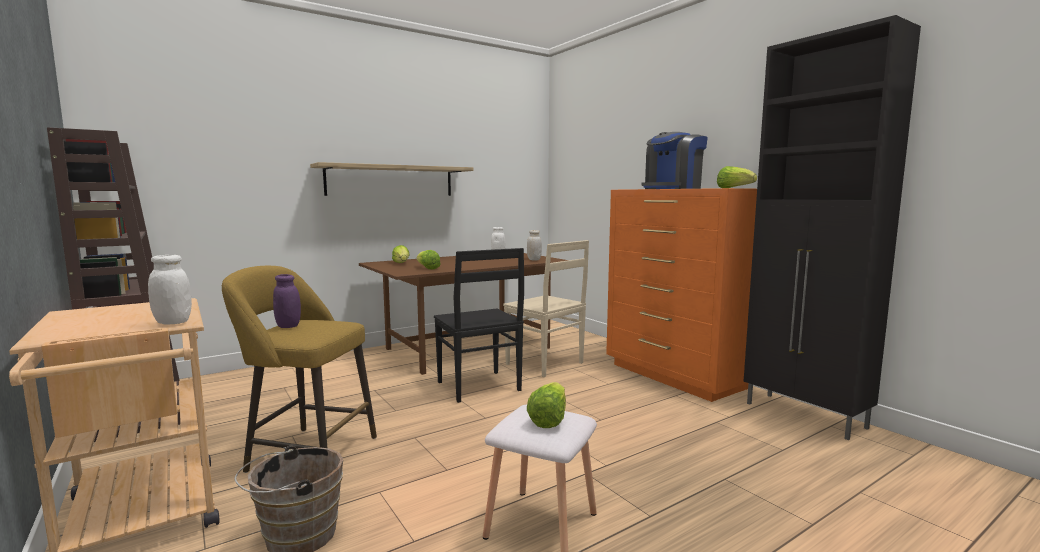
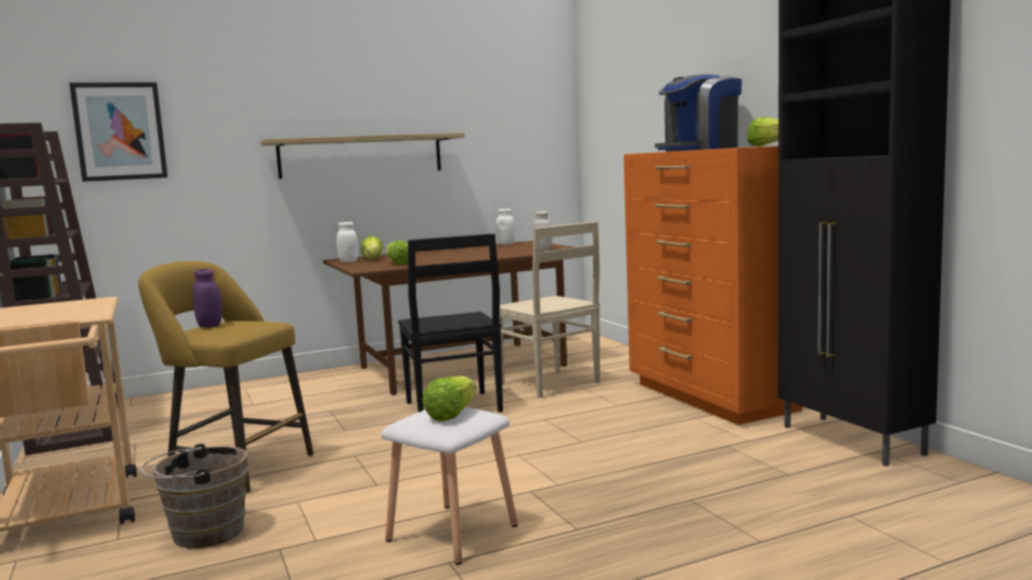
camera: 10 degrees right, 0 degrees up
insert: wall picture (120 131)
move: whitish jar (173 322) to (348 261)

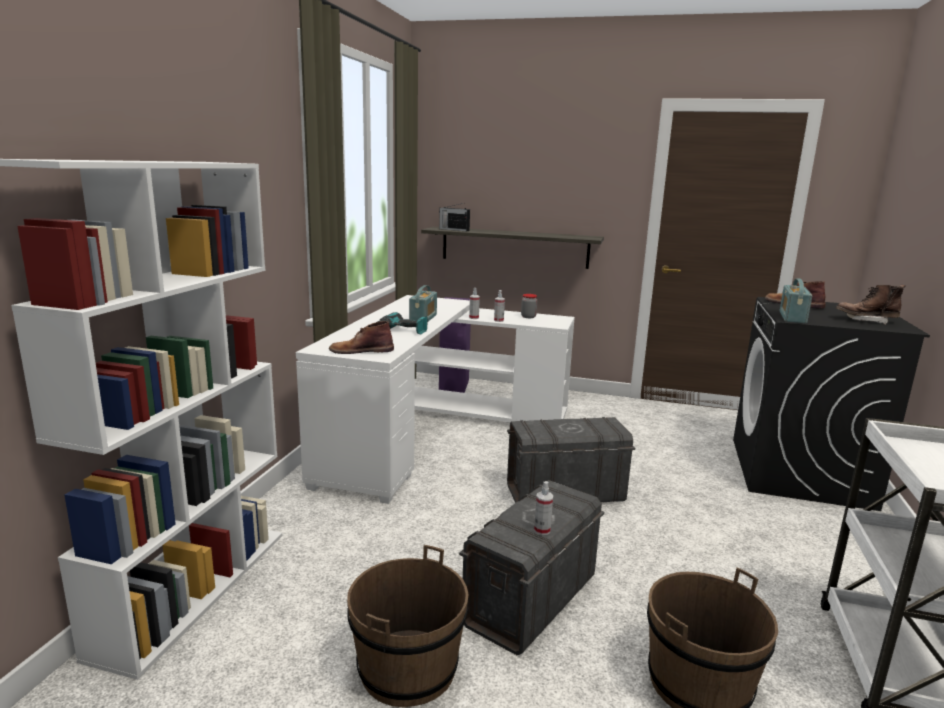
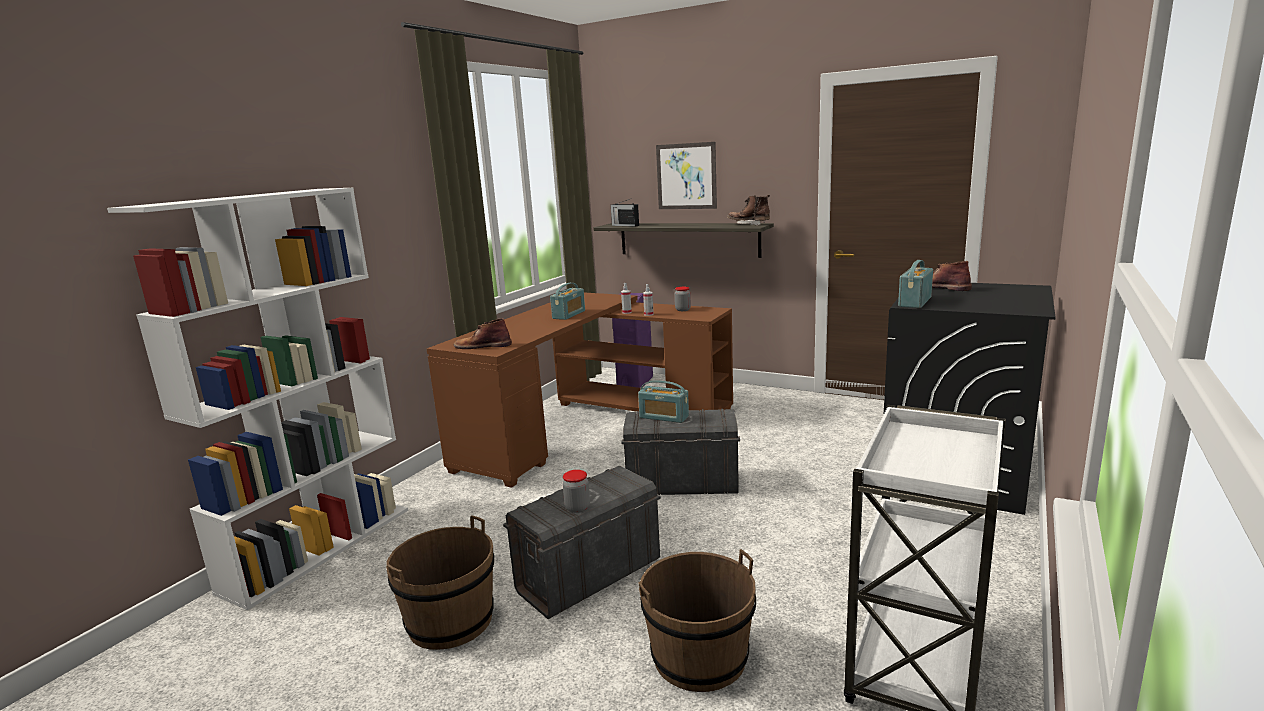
camera: 15 degrees right, 0 degrees up
delete: drill (401 331)
insert: radio set (664 417); wall picture (686 176)
move: brown high-top boot (865 320) to (748 224)
replace: spray bottle (542 530) to jar (577 508)
recolor: whitish desk unit (432 433) to brown desk unit (588 425)

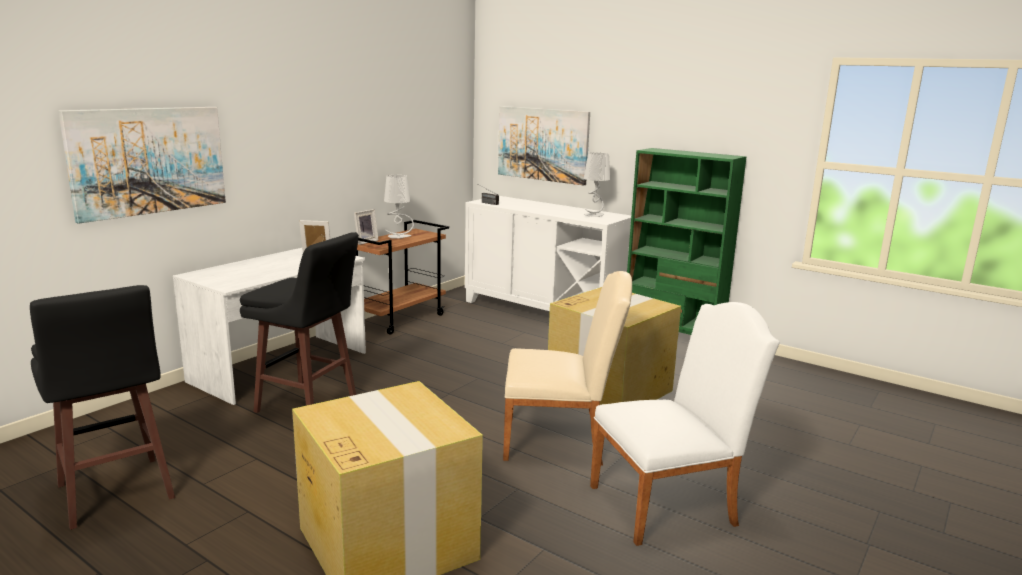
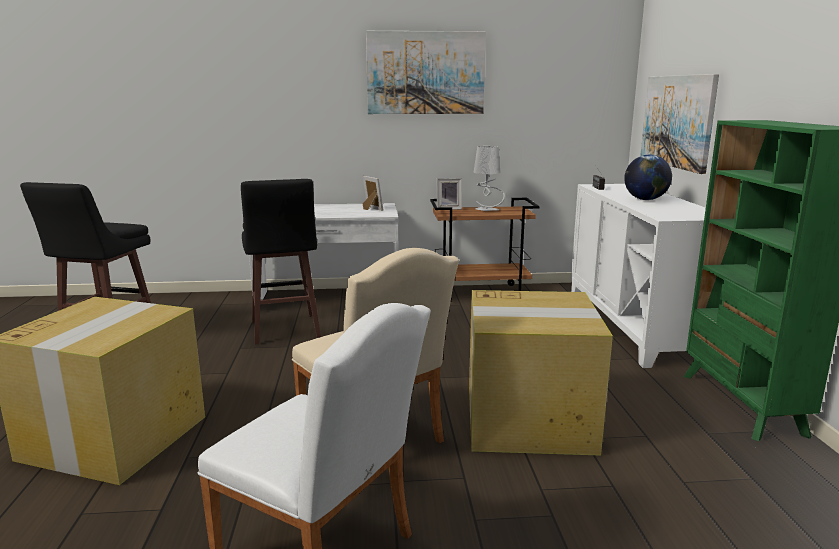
camera: 50 degrees right, 0 degrees up
delete: gray table lamp (594 215)
insert: world globe (645 199)
move: wall picture (148 161) to (425 73)

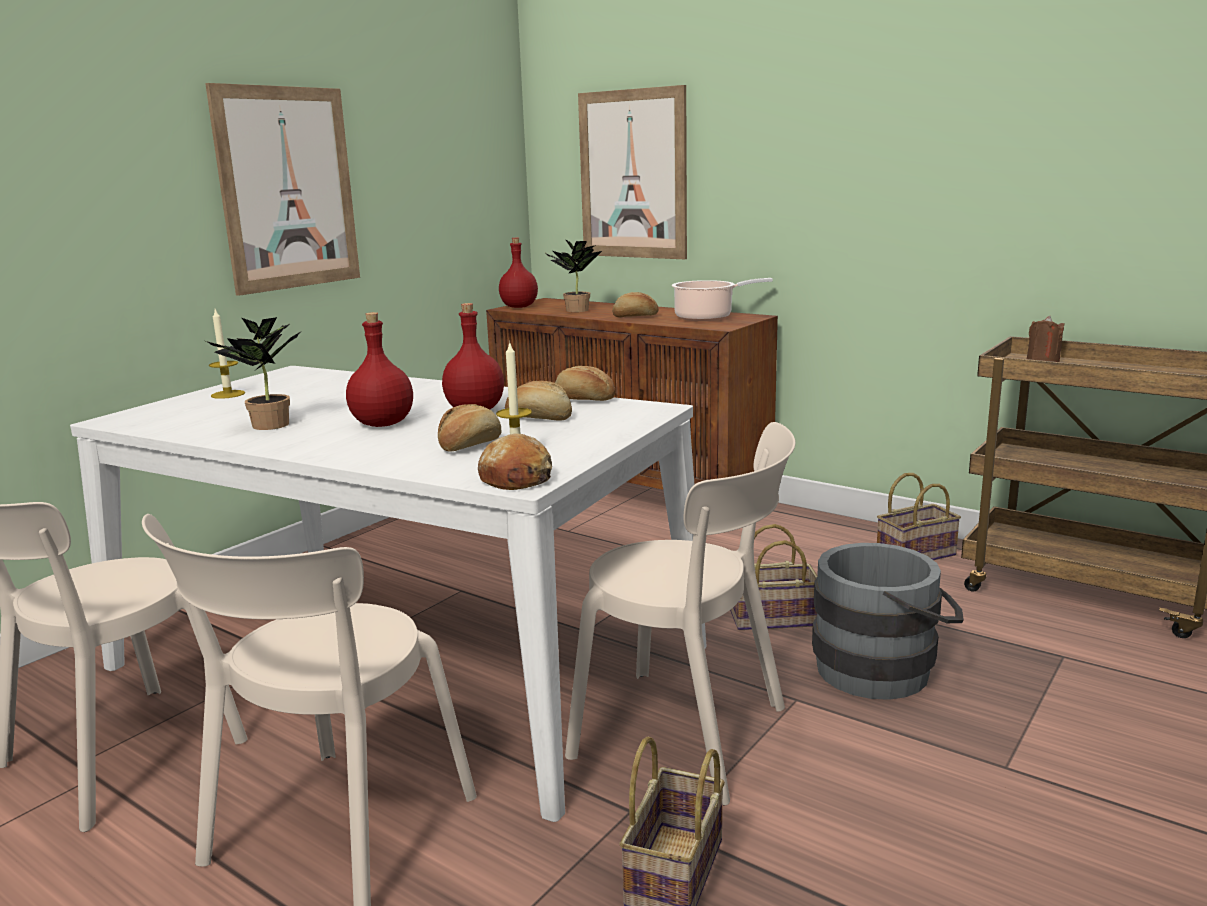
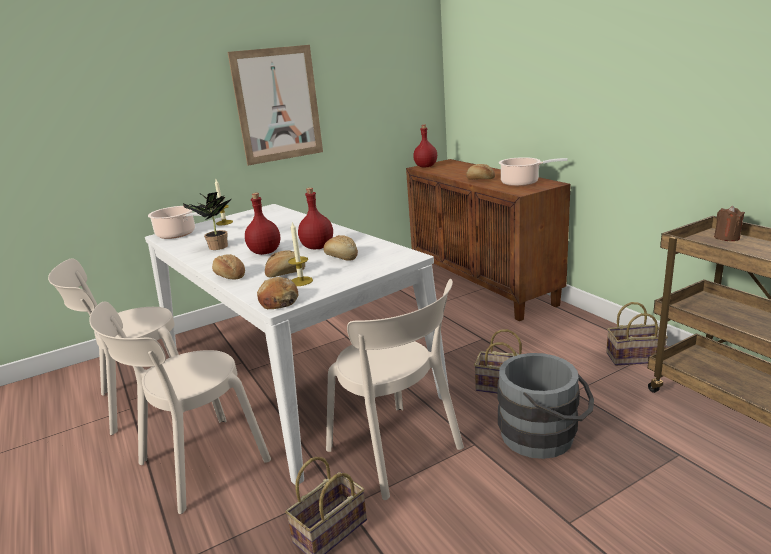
camera: 25 degrees right, 5 degrees up
delete: houseplant (574 310); wall picture (633 175)
insert: cooking pot (178 234)
move: baked bread (584 400) to (230 276)

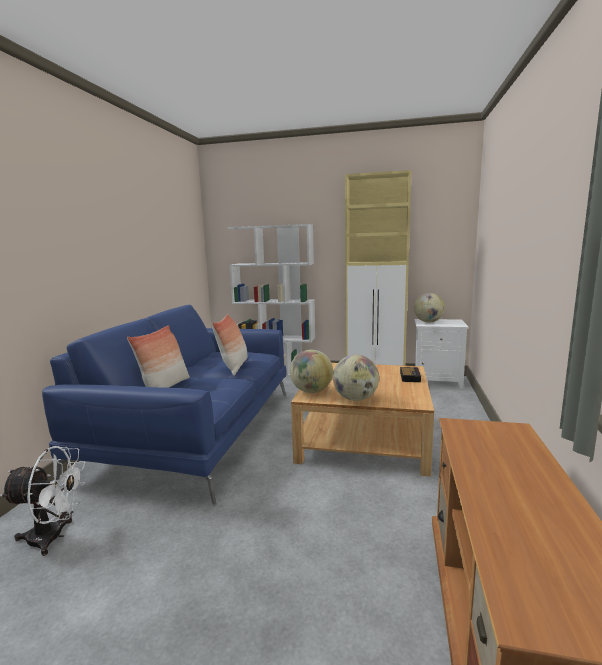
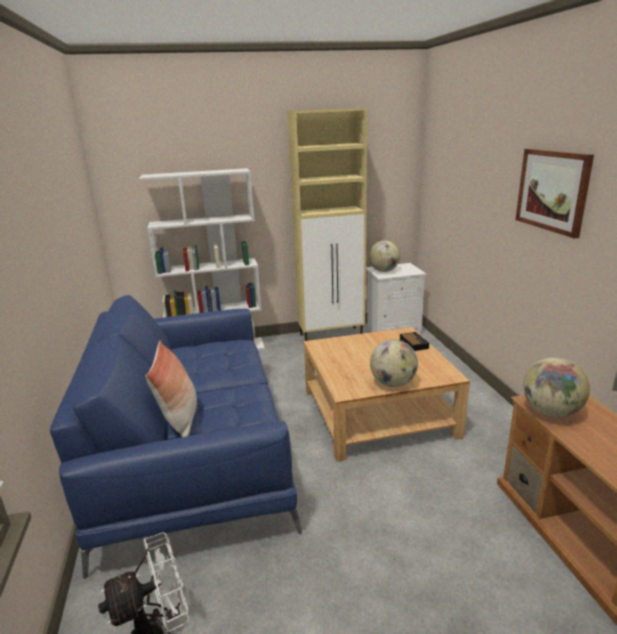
camera: 25 degrees left, 10 degrees up
delete: pillow (234 367)
insert: wall picture (552 190)
move: world globe (311 391) to (550 412)

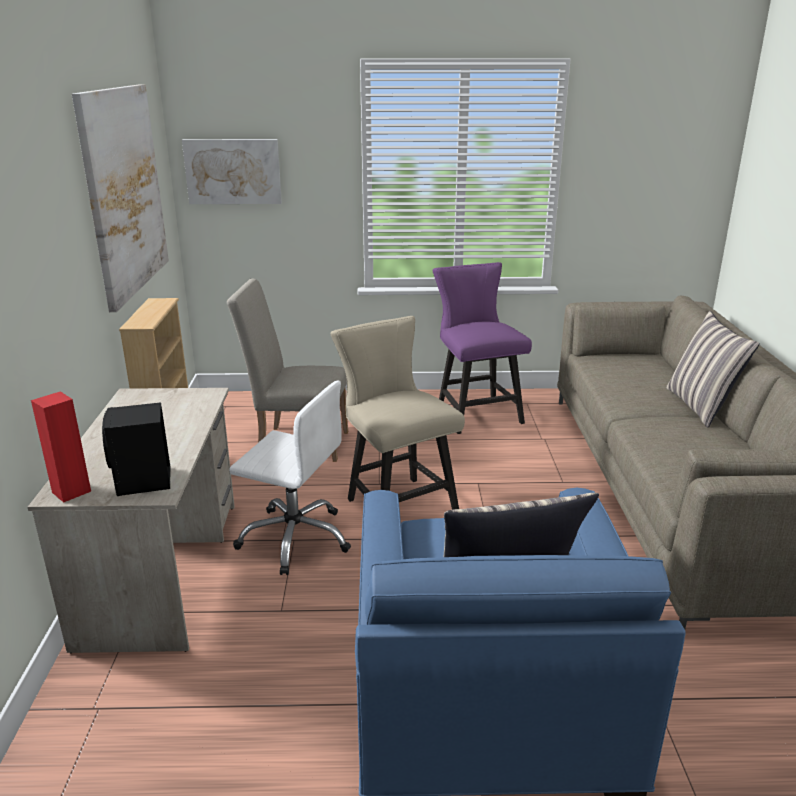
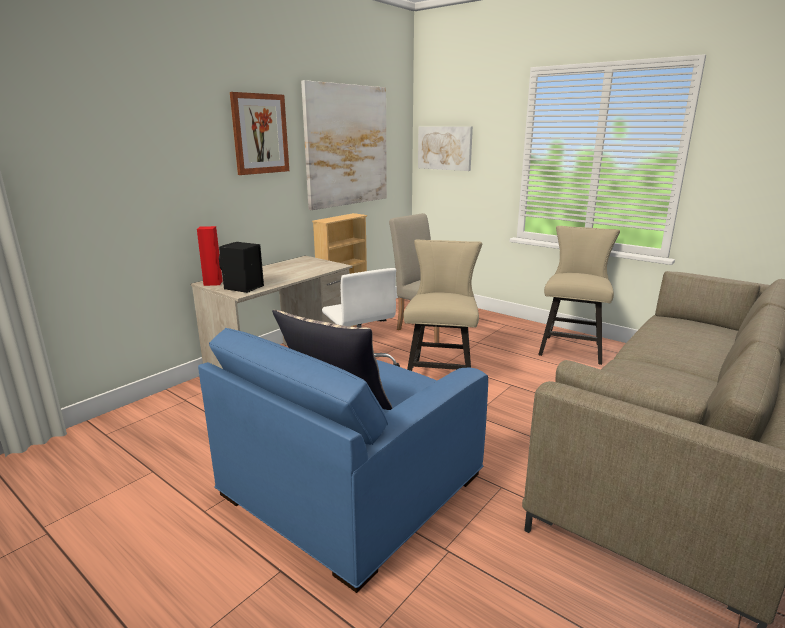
camera: 40 degrees right, 5 degrees down
delete: pillow (701 406)
insert: wall picture (260 134)
recolor: purple-coloured plain chair (475 412) to beige plain chair (571 347)

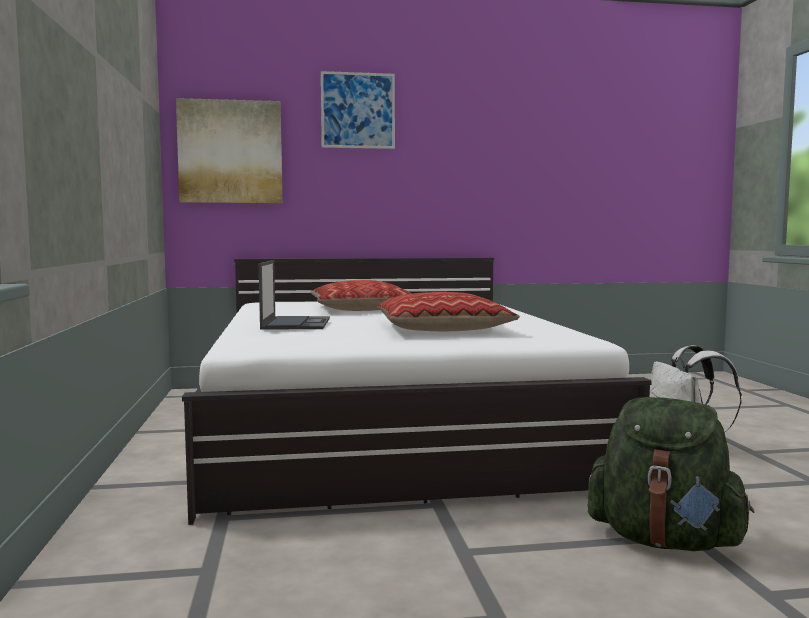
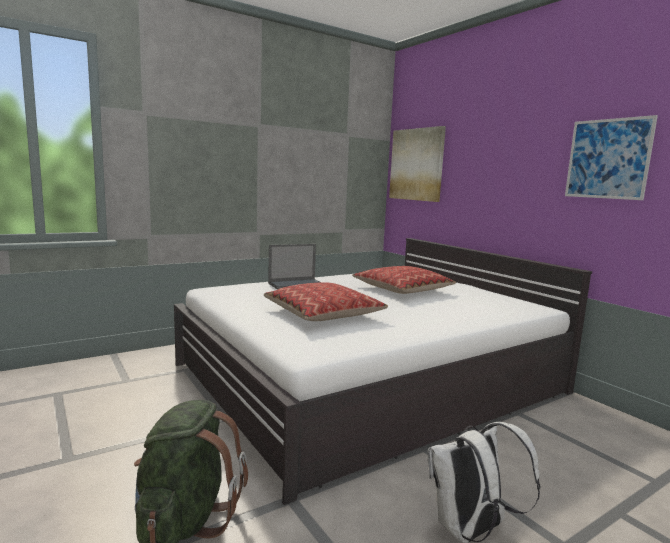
camera: 65 degrees right, 5 degrees up
move: wall picture (358 110) to (607 159)

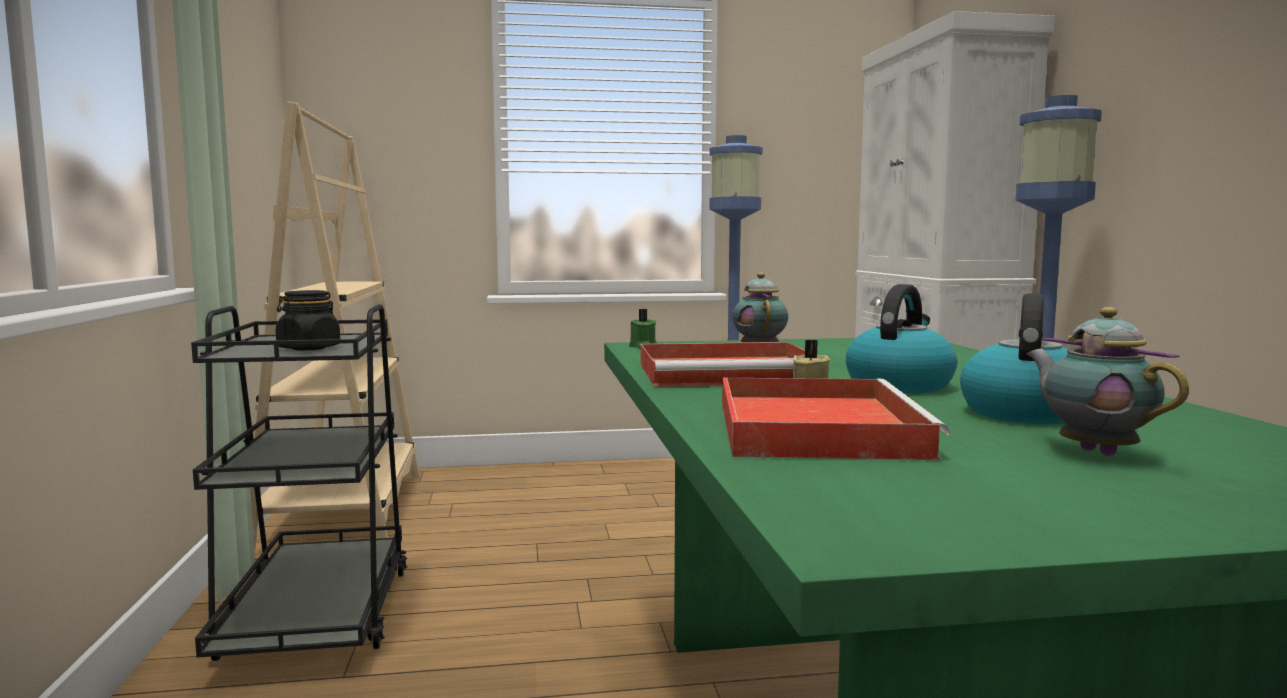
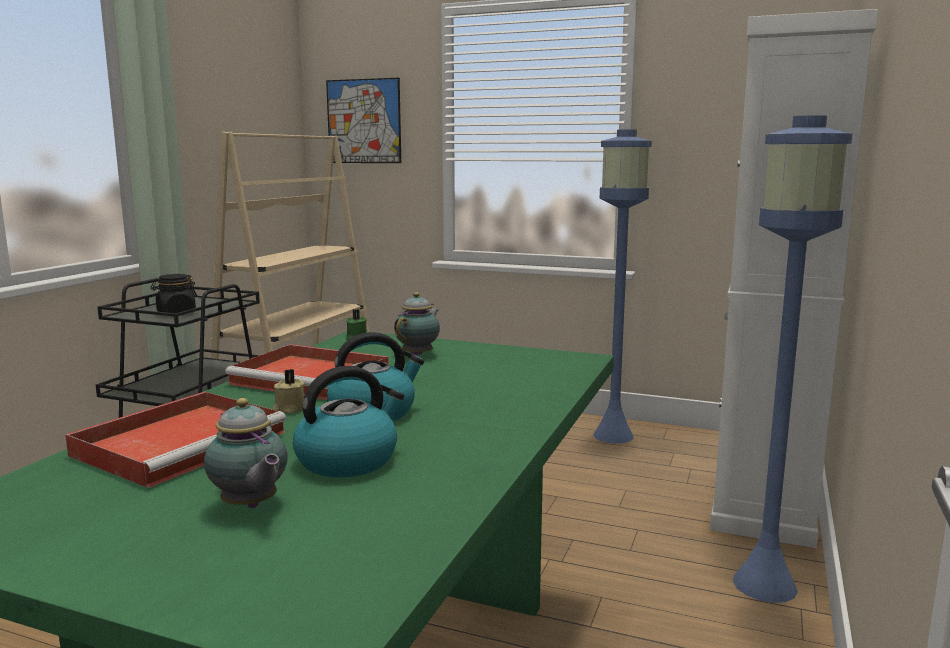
camera: 30 degrees right, 5 degrees up
insert: wall picture (364 121)
rotate: pot for tea (1093 451) = (250 506) 135 degrees clockwise

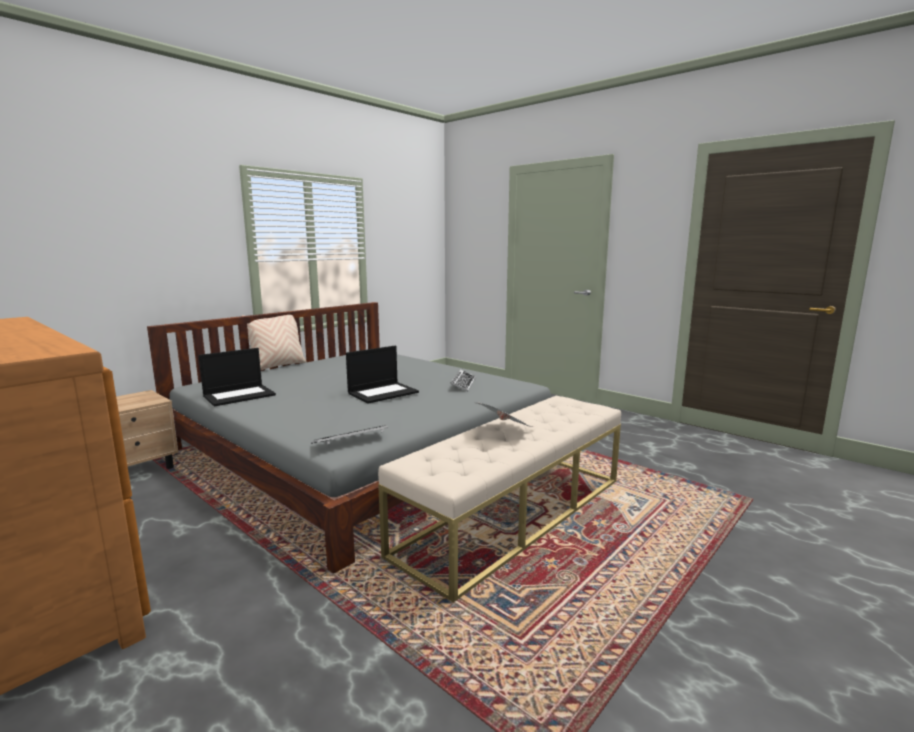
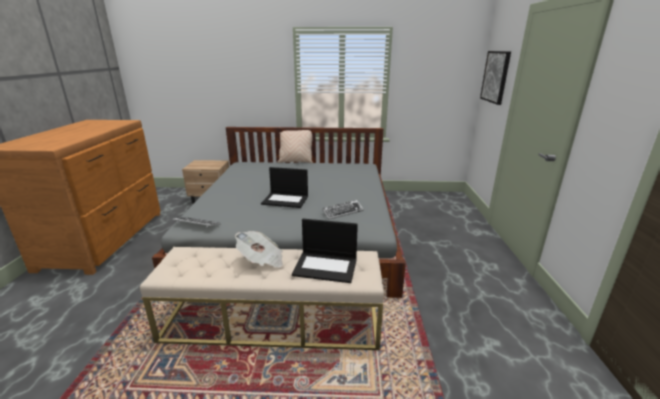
camera: 50 degrees right, 10 degrees up
insert: wall picture (496 77)
move: notebook computer (240 395) to (326 266)

